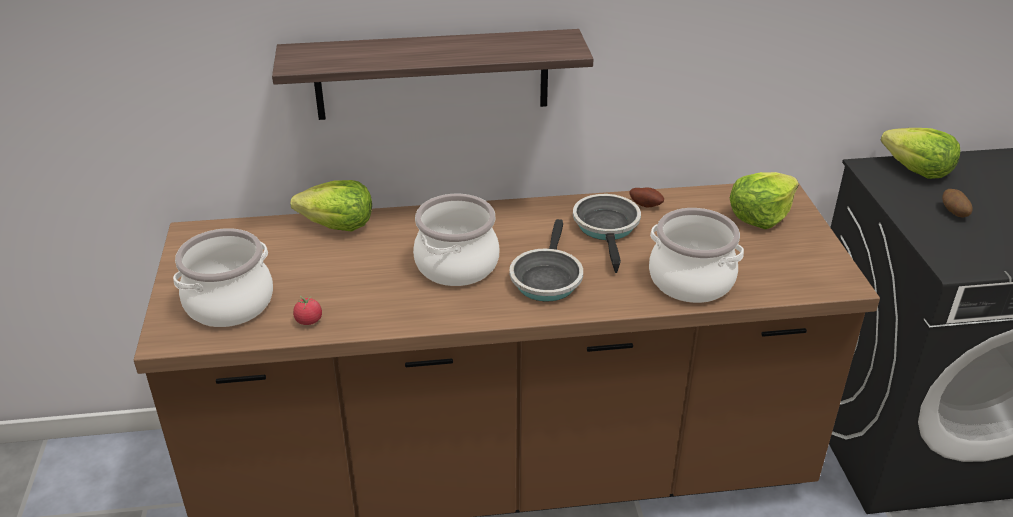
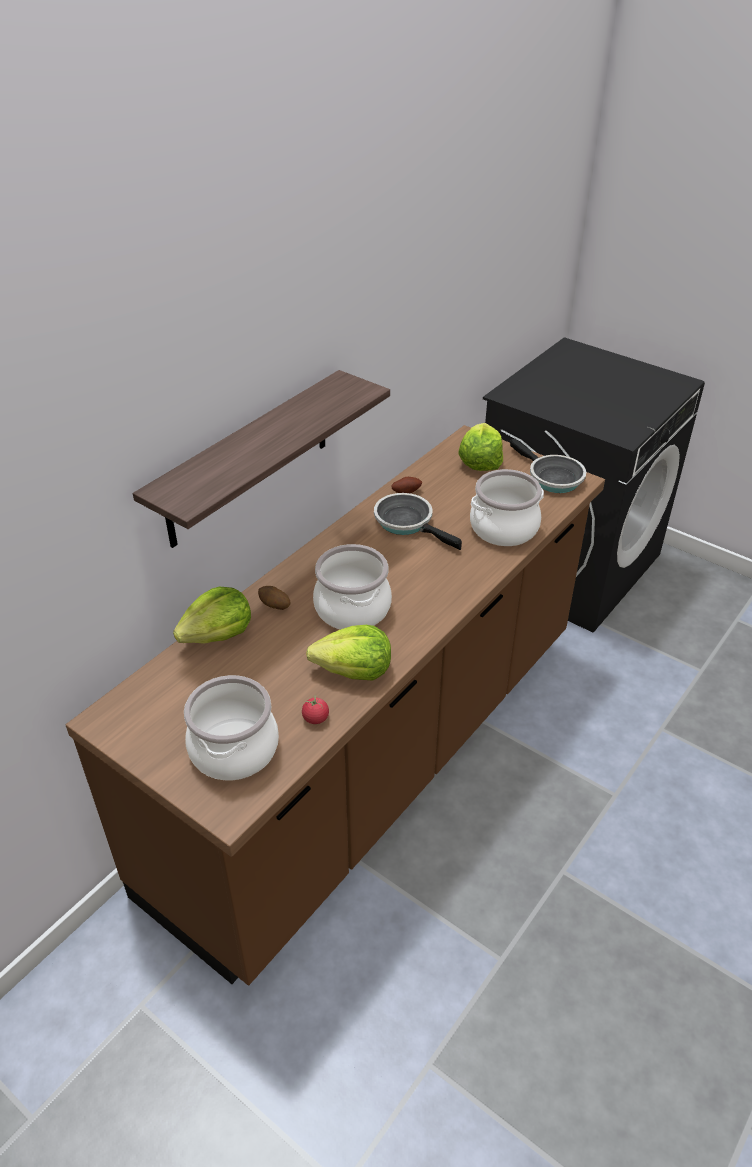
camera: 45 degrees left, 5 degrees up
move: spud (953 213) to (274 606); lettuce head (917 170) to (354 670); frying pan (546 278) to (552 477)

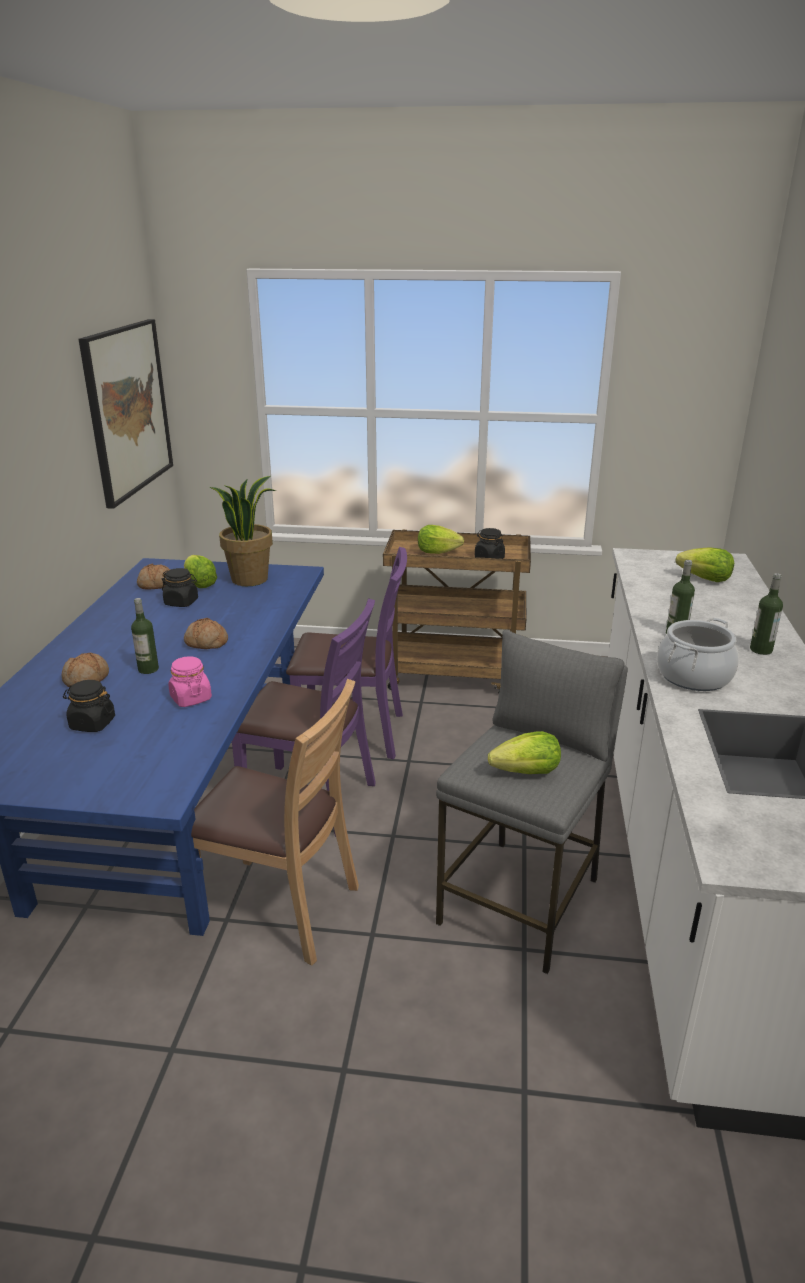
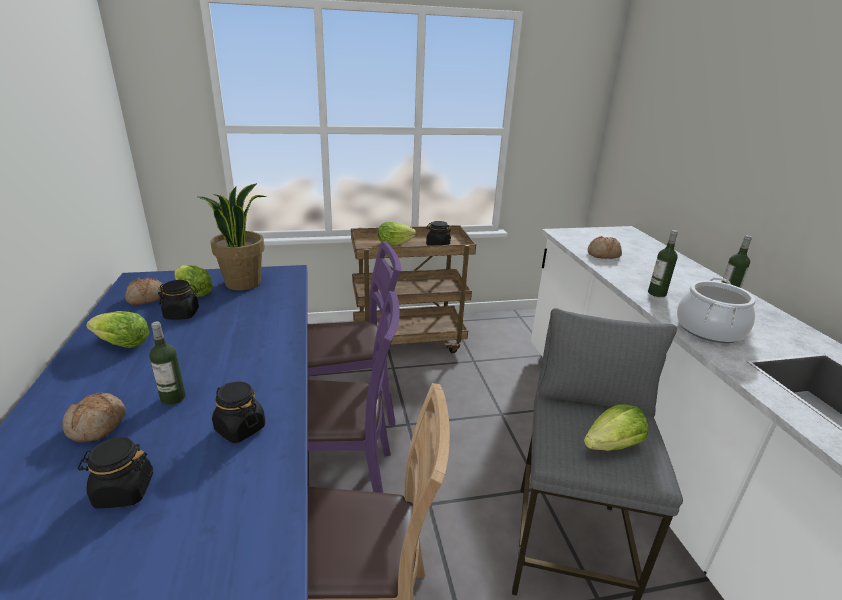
camera: 20 degrees left, 0 degrees up
delete: wall picture (127 410)
move: lettuce head (705 579) to (123 344); baked bread (206 643) to (603 255)
recolor: pinkish jar (190 698) to black-coloured jar (240 428)

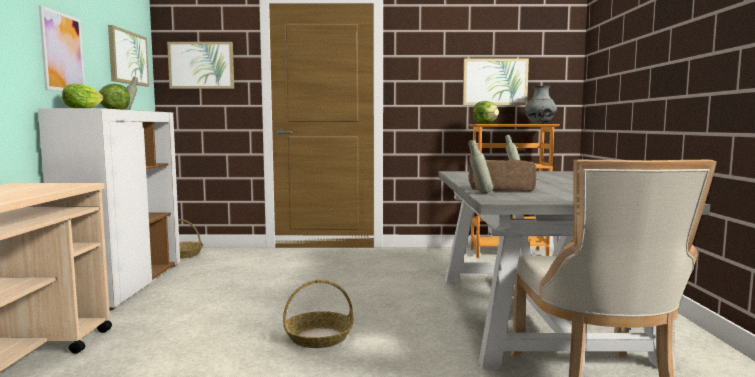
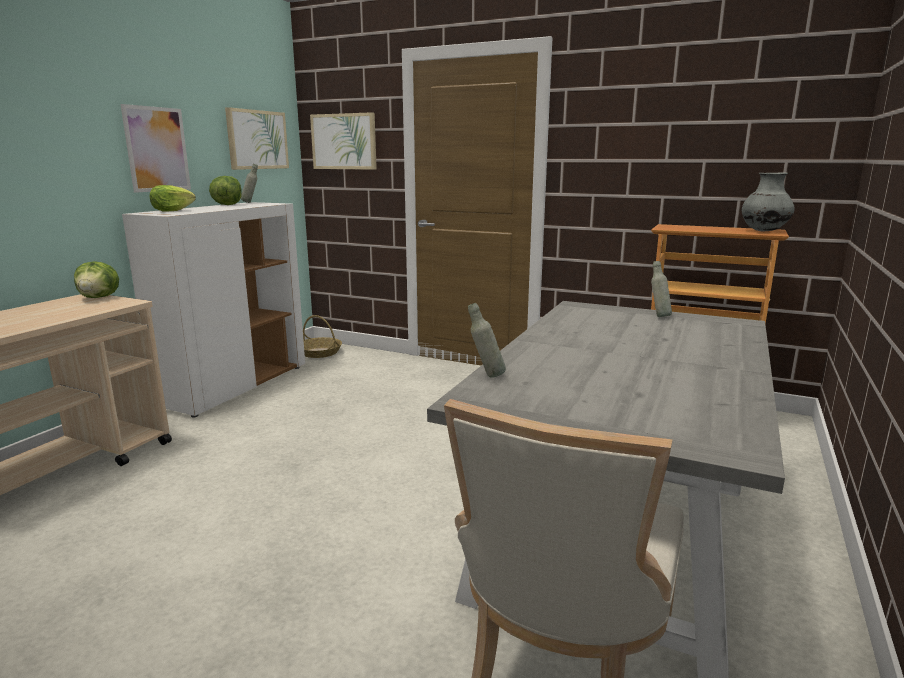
camera: 25 degrees right, 10 degrees up
delete: storage basket (319 337); wall picture (495 82); baked bread (501 189)
move: lettuce head (486 123) to (99 297)

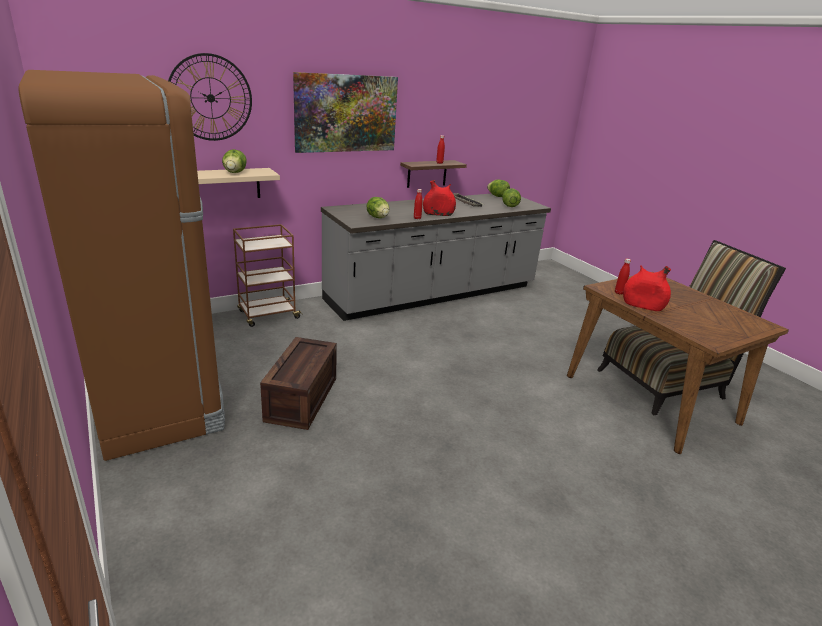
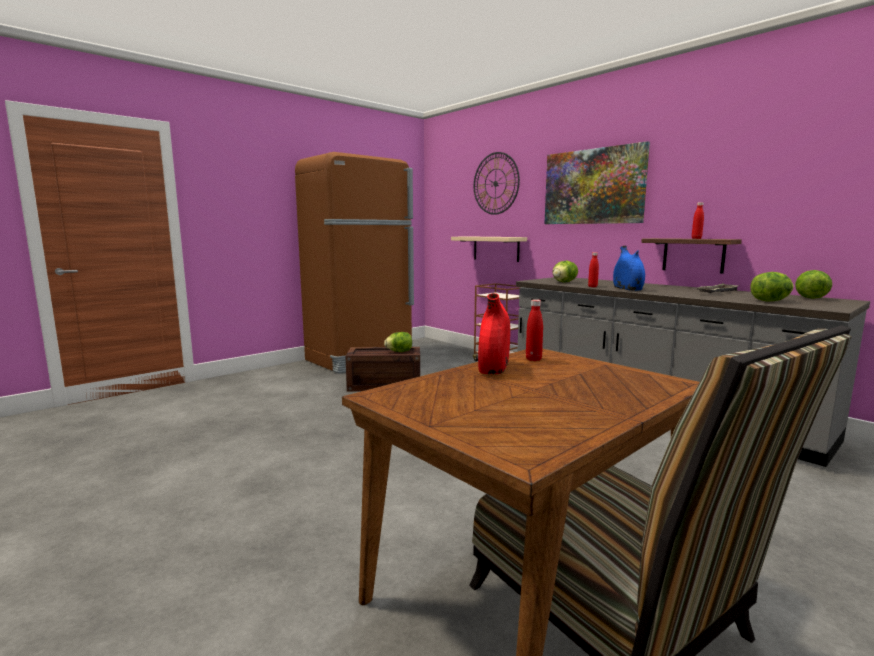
camera: 80 degrees right, 15 degrees down
move: lettuce head (235 173) to (399 352)
recolor: reddish flower vase (438 214) to blue-coloured flower vase (627 289)

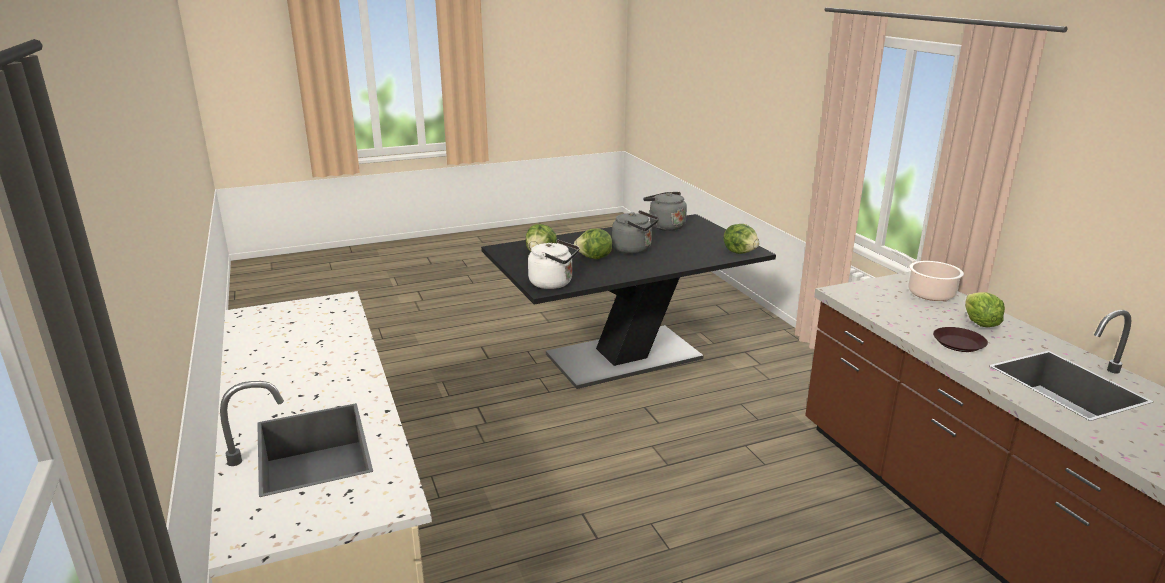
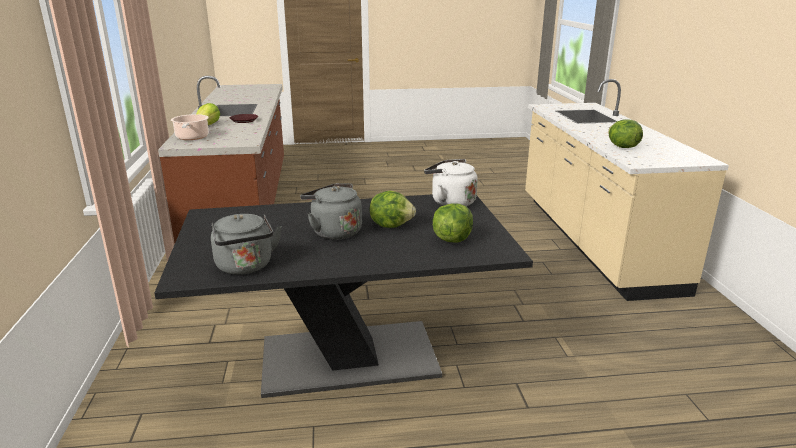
camera: 165 degrees left, 0 degrees up
move: lettuce head (740 252) to (622 147)

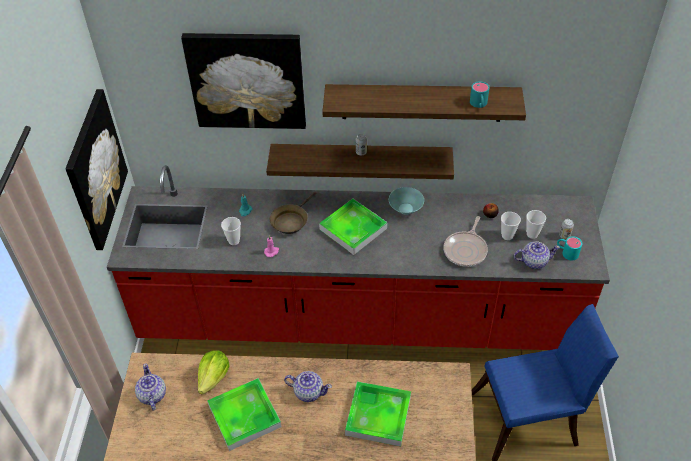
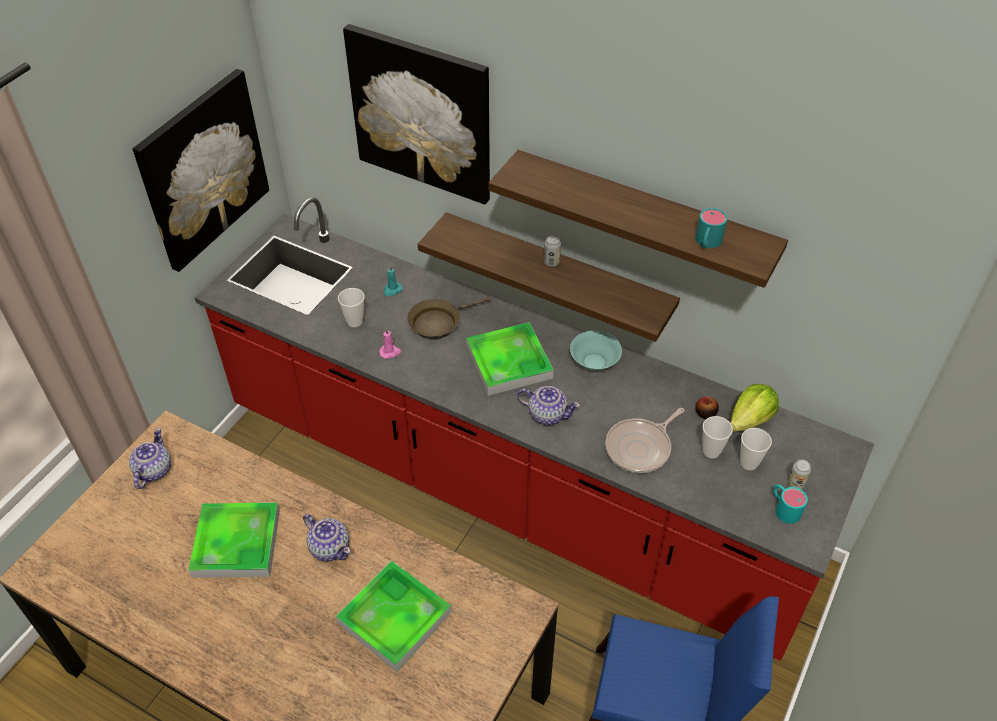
camera: 25 degrees right, 0 degrees up
move: pot for tea (533 261) to (547 414); lettuce head (214 378) to (750 420)

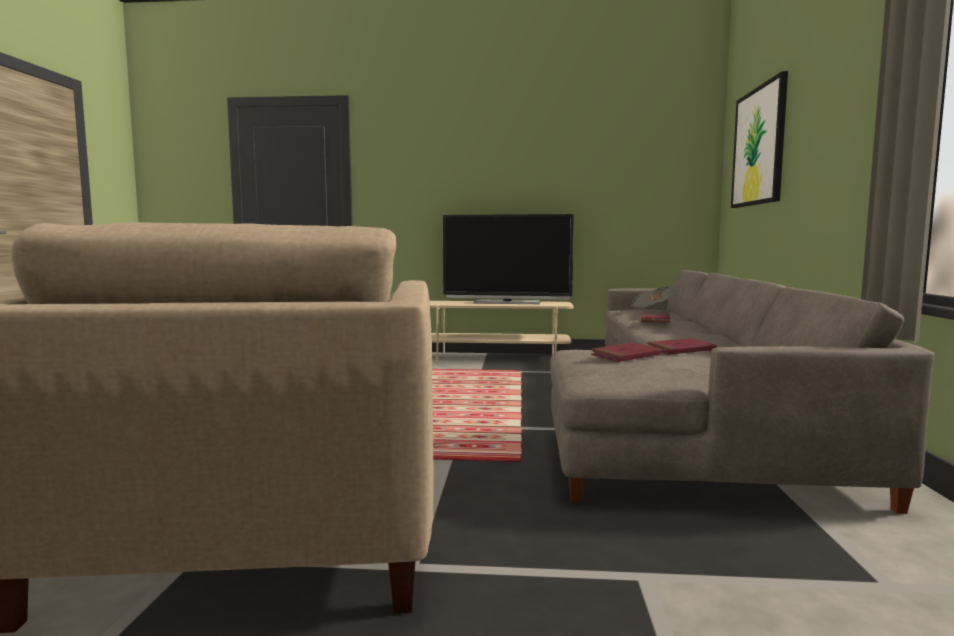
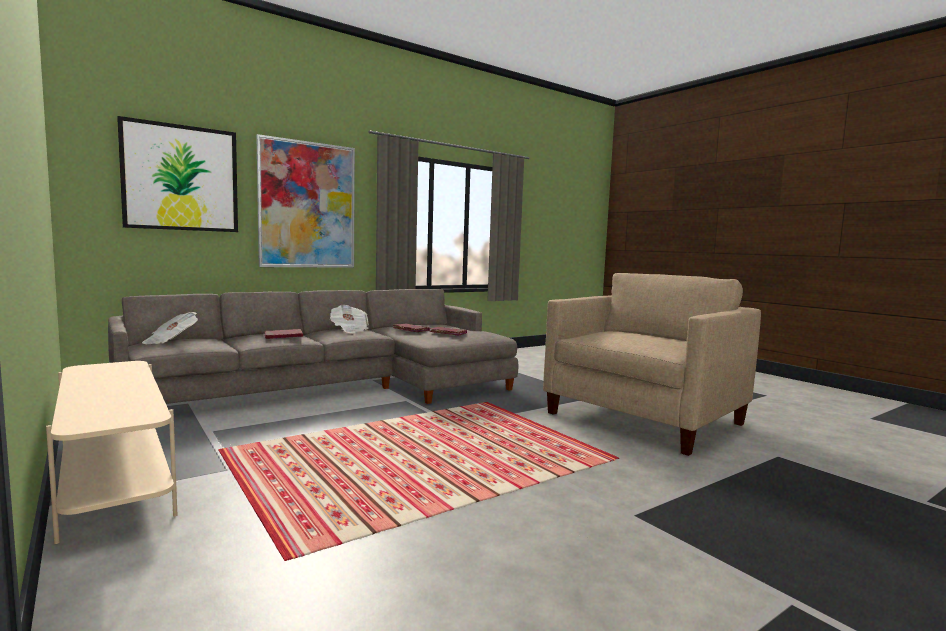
camera: 130 degrees left, 0 degrees up
delete: TV set (507 302)
insert: wall picture (307 205); printed paper (349 330)

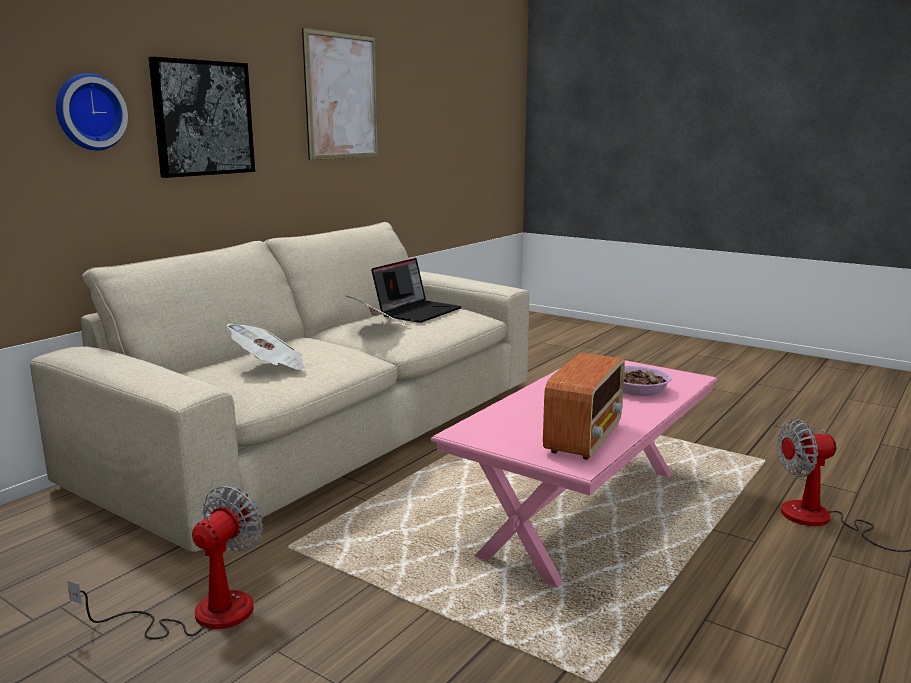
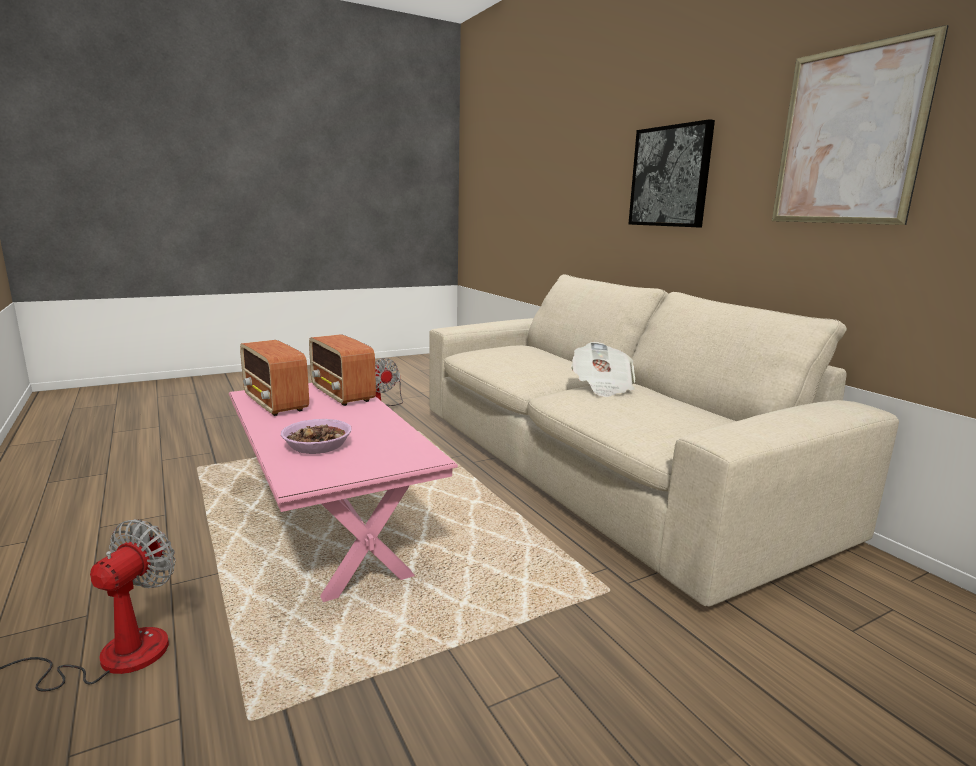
camera: 115 degrees right, 0 degrees up
delete: wall clock (89 112); printed paper (270 367); notebook computer (418 311)
insert: radio set (342 394)

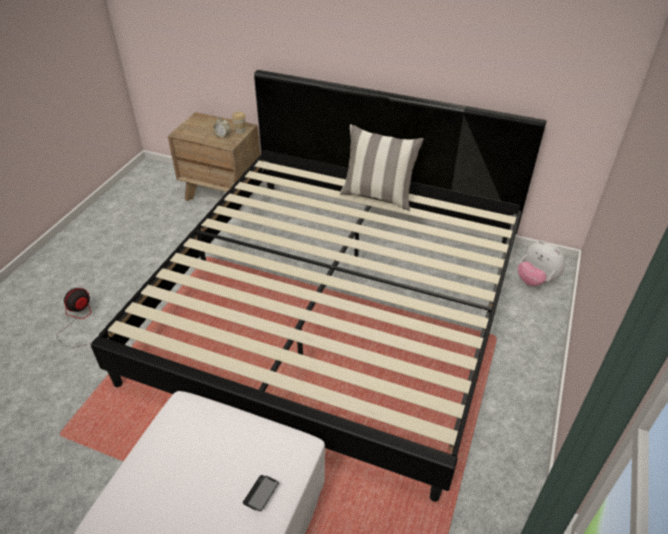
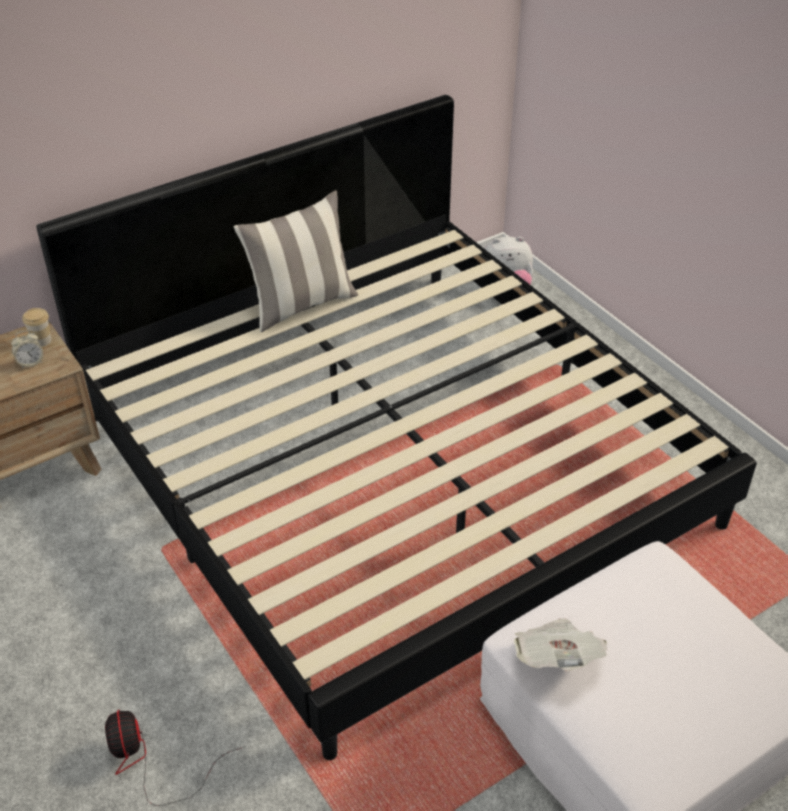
camera: 55 degrees left, 0 degrees up
delete: handset (261 493)
insert: printed paper (557 659)

